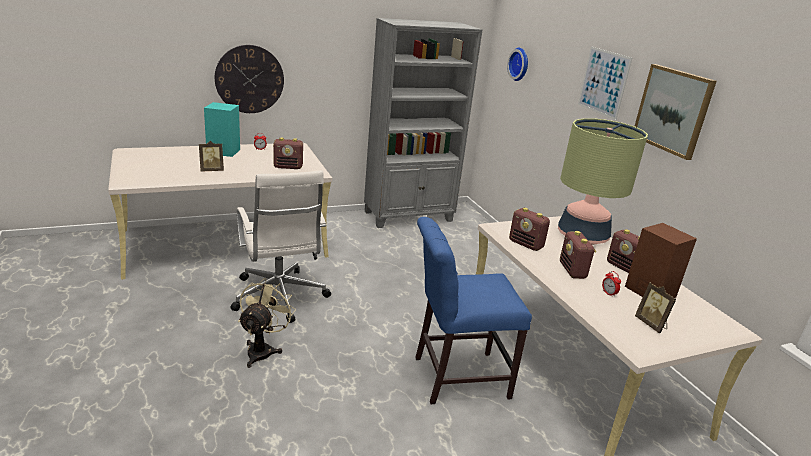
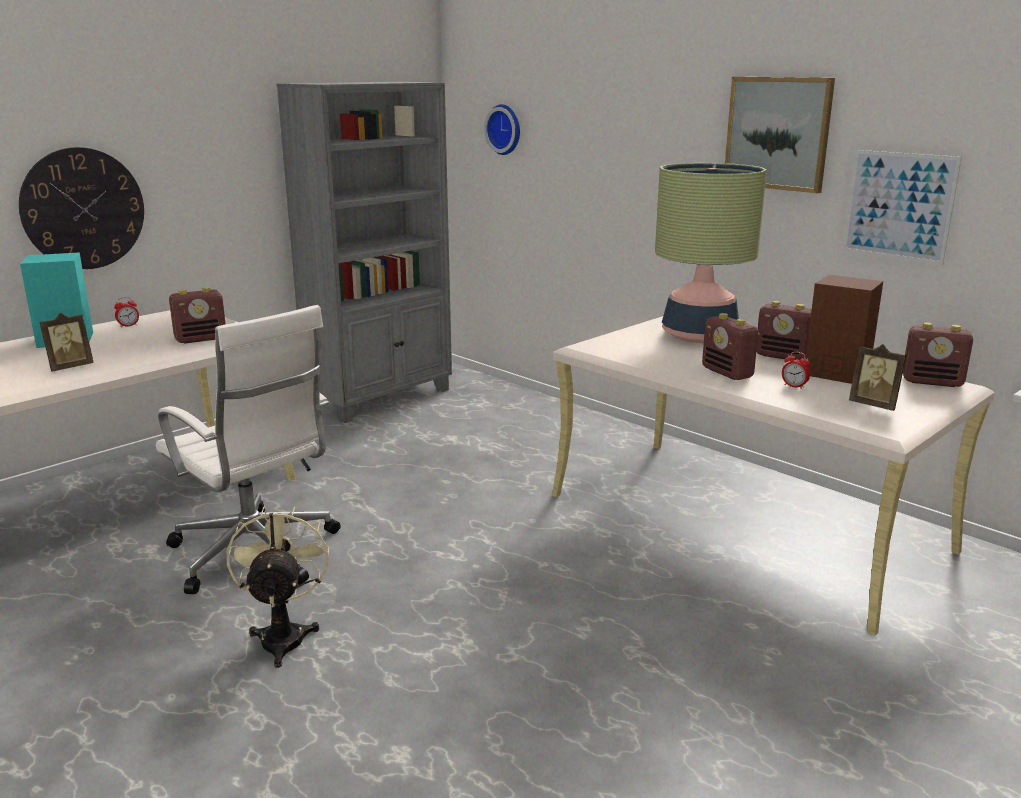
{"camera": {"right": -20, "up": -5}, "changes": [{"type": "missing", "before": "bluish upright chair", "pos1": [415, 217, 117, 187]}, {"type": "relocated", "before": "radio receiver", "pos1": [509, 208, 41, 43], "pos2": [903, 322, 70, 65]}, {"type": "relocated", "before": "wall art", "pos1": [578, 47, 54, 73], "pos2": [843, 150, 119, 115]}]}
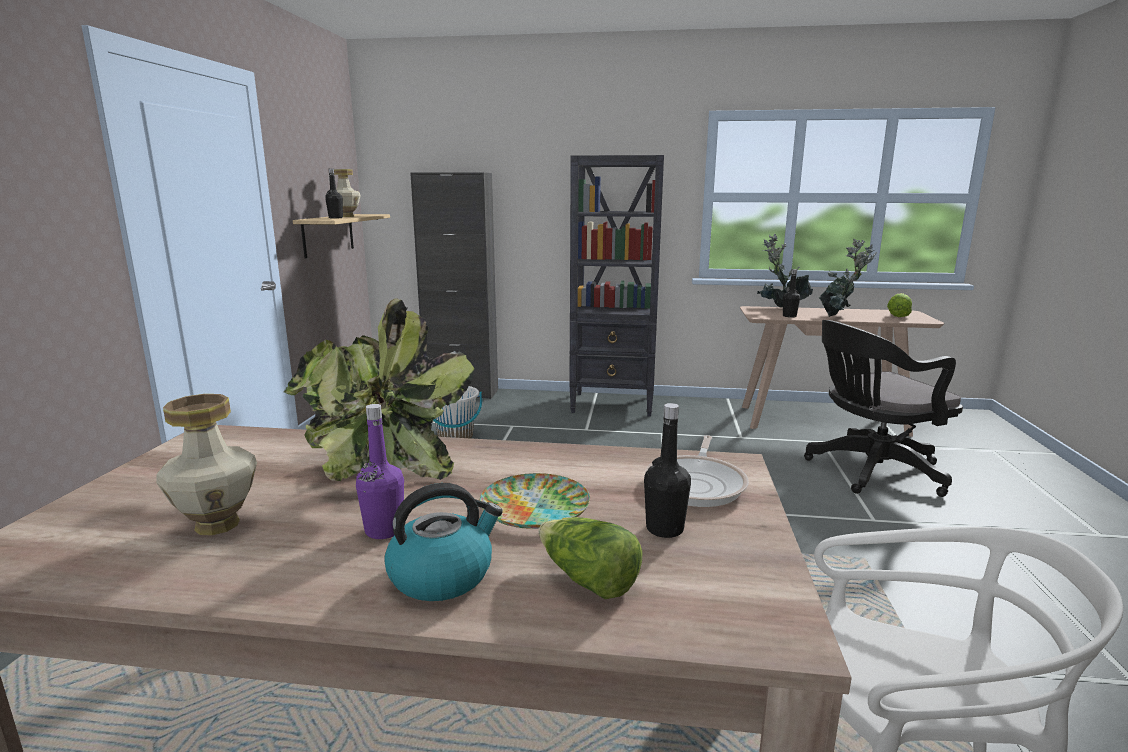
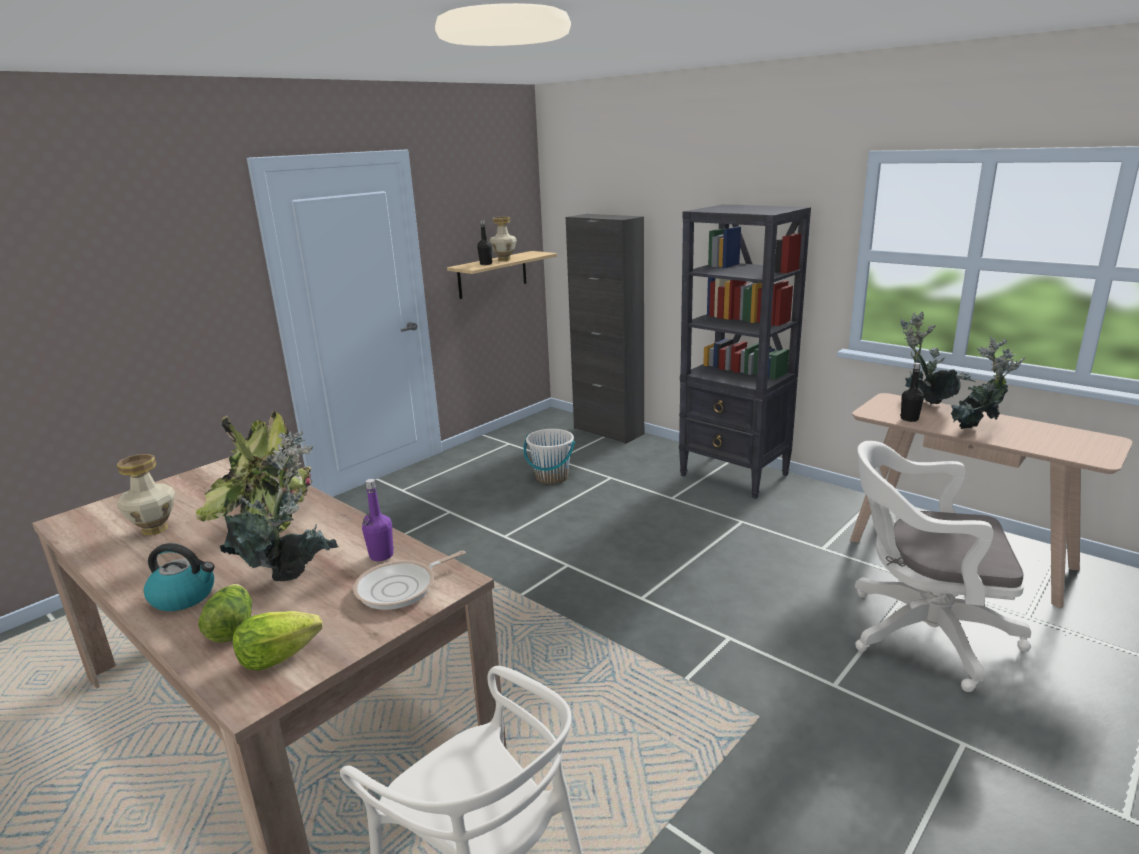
{"camera": {"right": 35, "up": 5}, "changes": [{"type": "missing", "before": "black-coloured drink bottle", "pos1": [644, 403, 47, 135]}, {"type": "relocated", "before": "purple-coloured drink bottle", "pos1": [356, 404, 48, 135], "pos2": [362, 479, 32, 82]}, {"type": "relocated", "before": "lettuce head", "pos1": [887, 293, 25, 24], "pos2": [233, 611, 89, 60]}, {"type": "exchanged", "before": "plate", "after": "houseplant", "pos1": [480, 473, 110, 56], "pos2": [220, 431, 119, 150]}, {"type": "colour", "before": "black-coloured office chair", "after": "white office chair", "pos1": [804, 320, 159, 177], "pos2": [855, 441, 176, 251]}]}
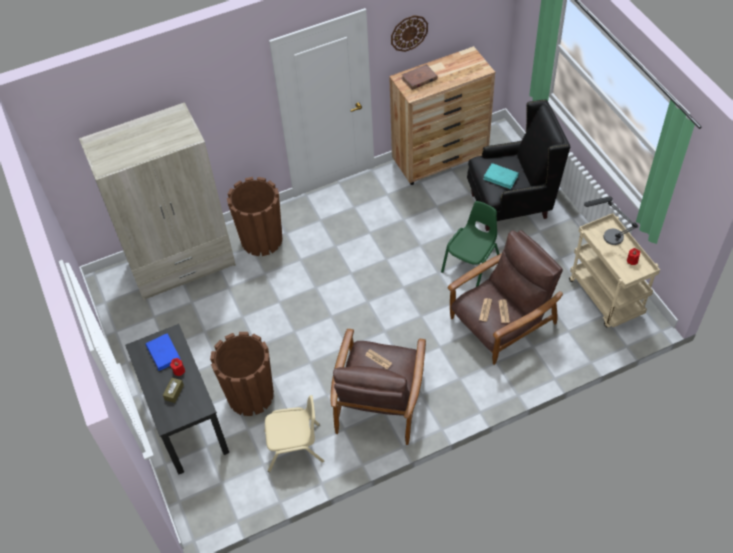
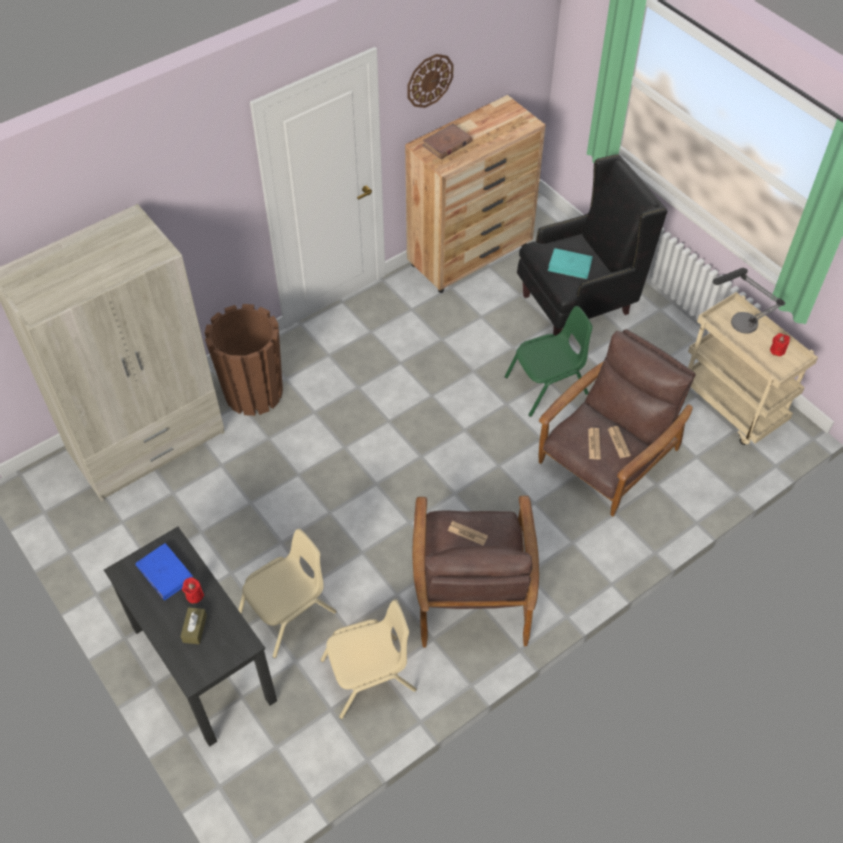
{"camera": {"right": -15, "up": 0}, "changes": [{"type": "exchanged", "before": "brown-coloured flower pot", "after": "beige-coloured upright chair", "pos1": [210, 332, 64, 84], "pos2": [239, 528, 98, 130]}, {"type": "spun", "before": "green upright chair", "pos1": [441, 201, 59, 86], "pos2": [505, 306, 88, 111], "turn": 45}]}
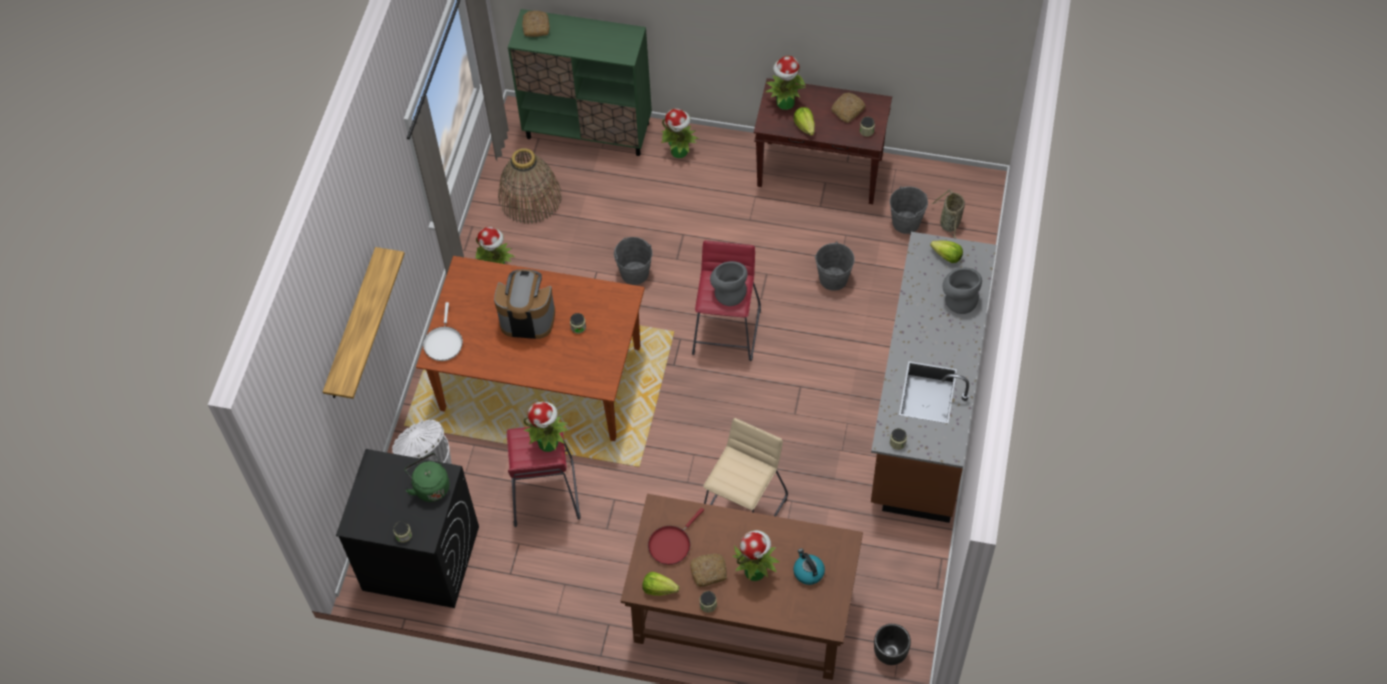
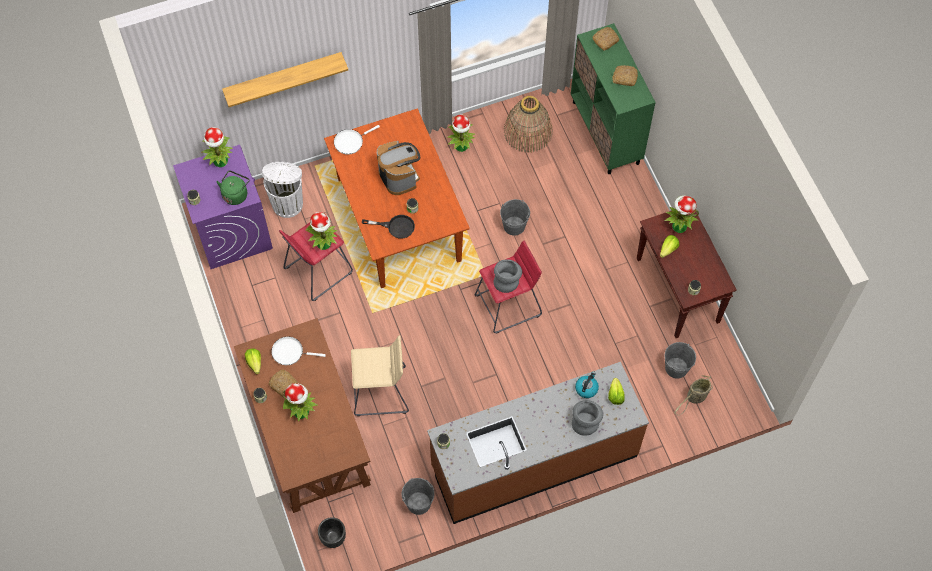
{"camera": {"right": 55, "up": 5}, "changes": [{"type": "appeared", "after": "black-coloured pan", "pos2": [362, 215, 53, 24]}, {"type": "relocated", "before": "houseplant", "pos1": [661, 108, 38, 50], "pos2": [202, 127, 31, 40]}, {"type": "relocated", "before": "kettle", "pos1": [793, 548, 32, 37], "pos2": [575, 371, 24, 27]}, {"type": "relocated", "before": "greyish pail", "pos1": [815, 241, 40, 50], "pos2": [401, 478, 34, 37]}, {"type": "relocated", "before": "bakery bread", "pos1": [831, 93, 35, 30], "pos2": [612, 65, 26, 21]}, {"type": "colour", "before": "black-coloured laundry machine", "after": "purple-coloured laundry machine", "pos1": [336, 449, 143, 159], "pos2": [173, 145, 100, 124]}, {"type": "colour", "before": "reddish pan", "after": "white pan", "pos1": [648, 508, 56, 57], "pos2": [271, 337, 55, 28]}]}
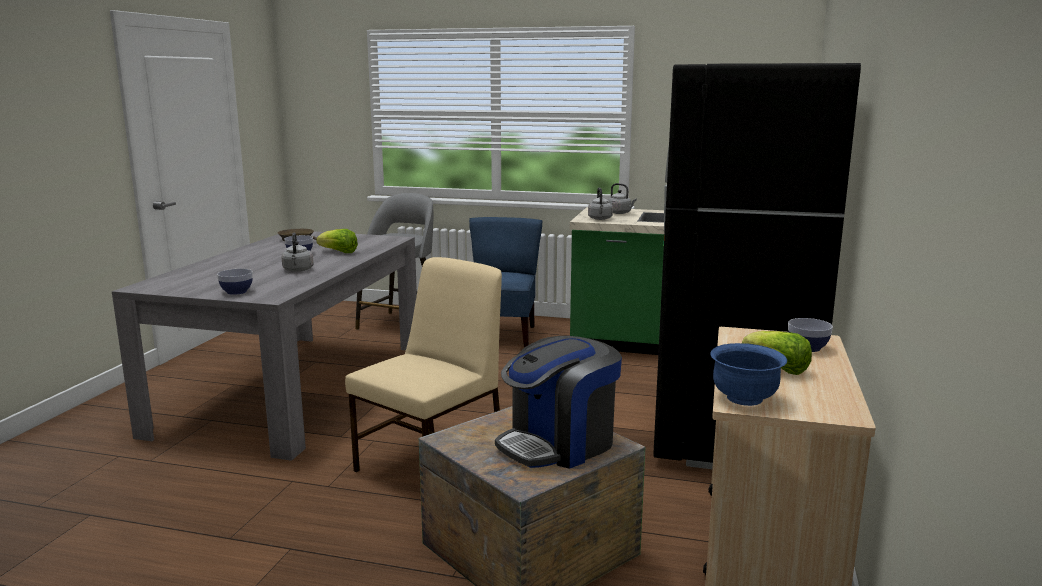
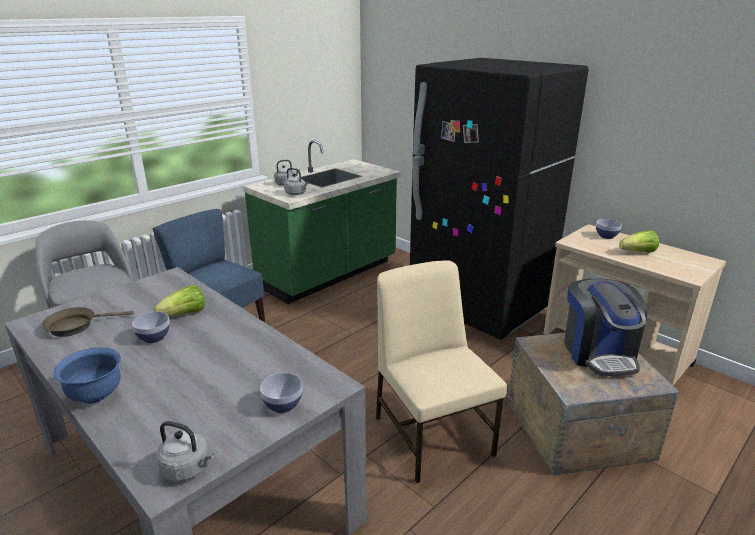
{"camera": {"right": -60, "up": 10}, "changes": [{"type": "relocated", "before": "greyish kettle", "pos1": [282, 233, 32, 39], "pos2": [156, 421, 58, 61]}, {"type": "relocated", "before": "bluish deep dish", "pos1": [710, 343, 77, 63], "pos2": [54, 347, 67, 57]}]}
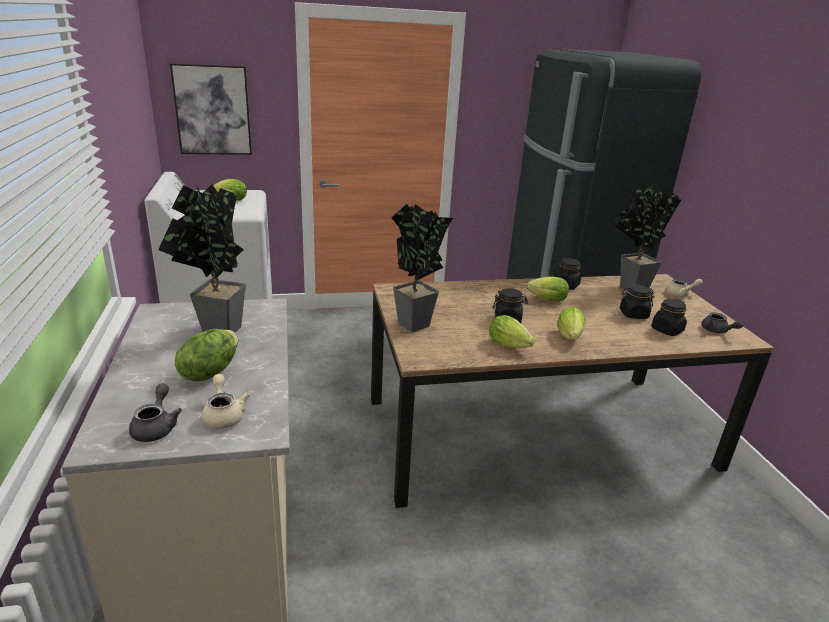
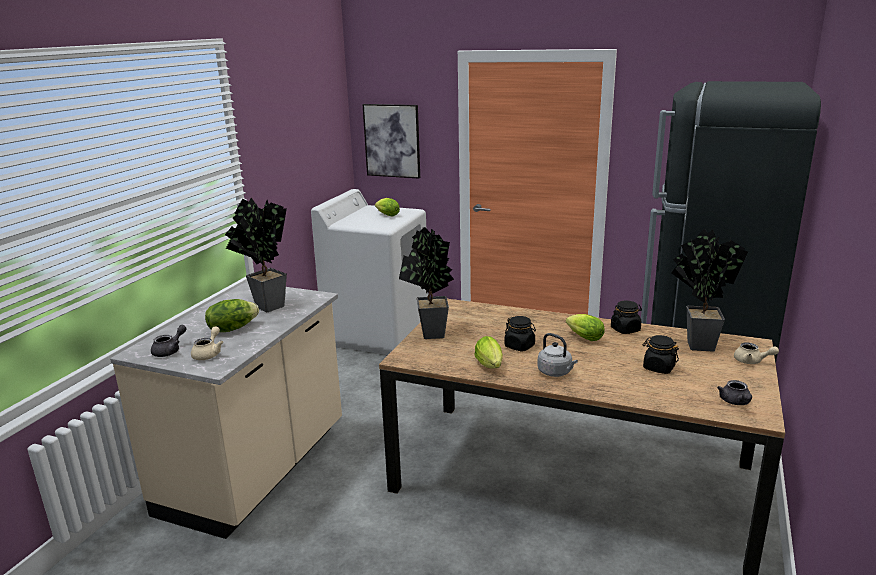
{"camera": {"right": 35, "up": -5}, "changes": [{"type": "missing", "before": "black-coloured preserve jar", "pos1": [651, 299, 36, 37]}, {"type": "exchanged", "before": "lettuce head", "after": "greyish kettle", "pos1": [557, 307, 28, 33], "pos2": [537, 333, 41, 44]}]}
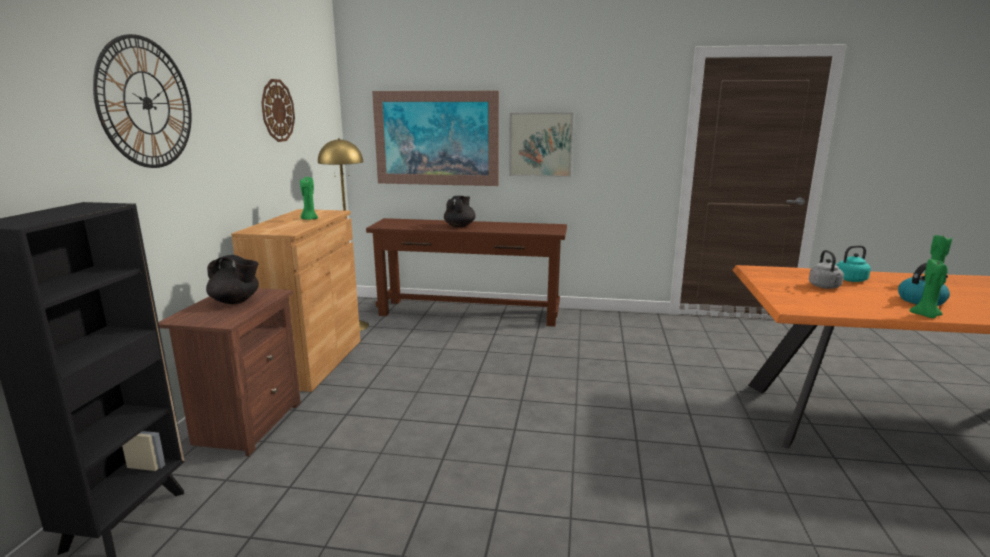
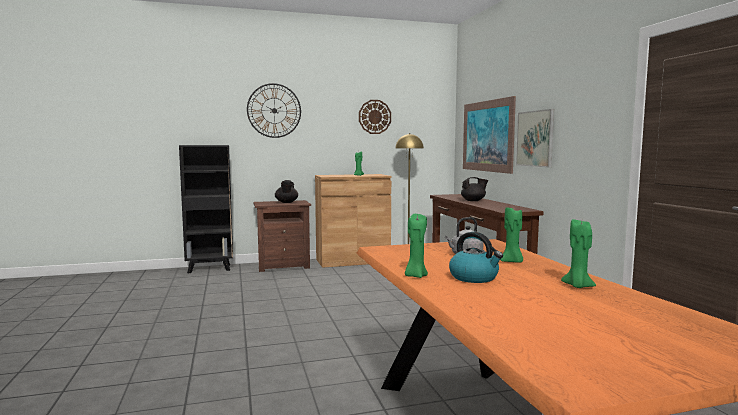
{"camera": {"right": 65, "up": -10}, "changes": [{"type": "exchanged", "before": "turquoise-coloured kettle", "after": "green candle", "pos1": [835, 245, 36, 37], "pos2": [501, 207, 22, 56]}]}
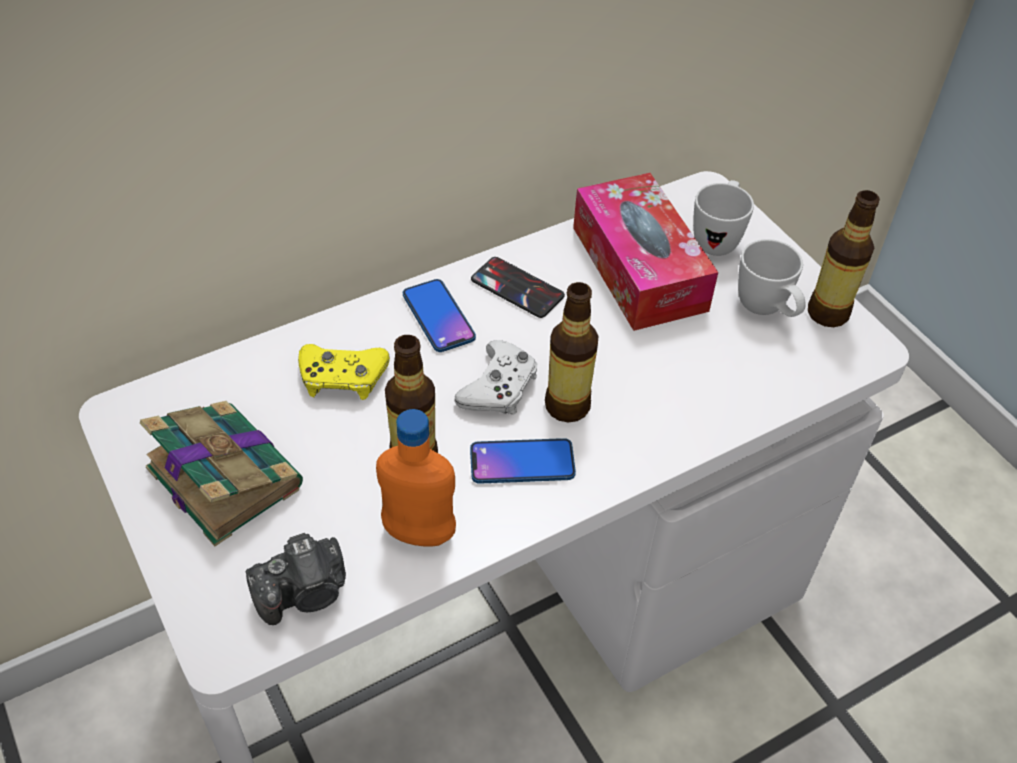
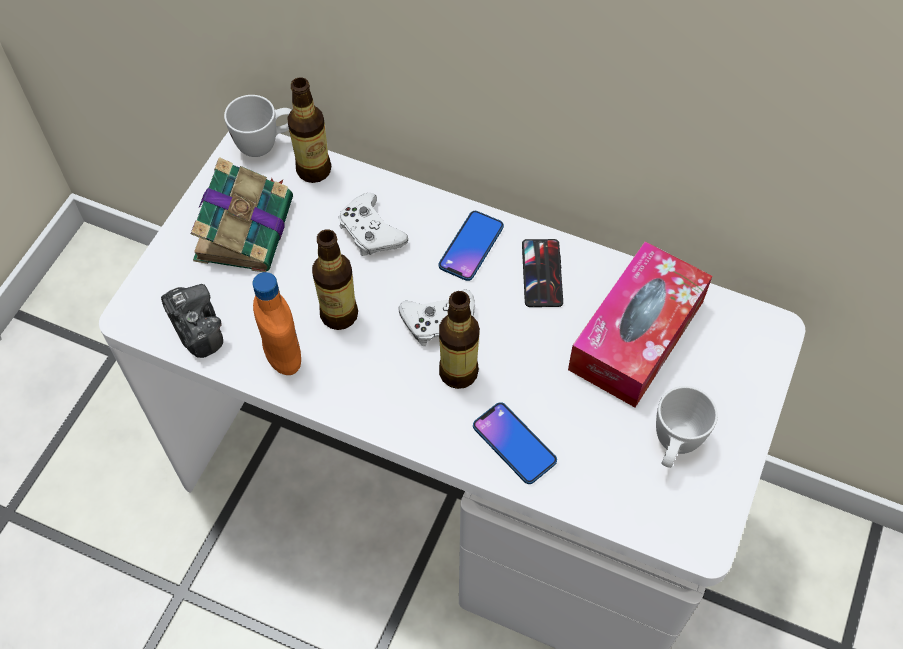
{"camera": {"right": 55, "up": 10}, "changes": [{"type": "relocated", "before": "phone", "pos1": [470, 438, 106, 46], "pos2": [473, 402, 84, 82]}, {"type": "relocated", "before": "white mug", "pos1": [693, 180, 61, 76], "pos2": [224, 95, 67, 62]}, {"type": "relocated", "before": "drink bottle", "pos1": [808, 190, 72, 137], "pos2": [288, 78, 43, 105]}, {"type": "colour", "before": "yellowish joypad", "after": "white joypad", "pos1": [298, 344, 92, 56], "pos2": [339, 193, 69, 63]}, {"type": "spun", "before": "photo camera", "pos1": [246, 533, 100, 92], "pos2": [161, 284, 62, 74], "turn": -150}]}
